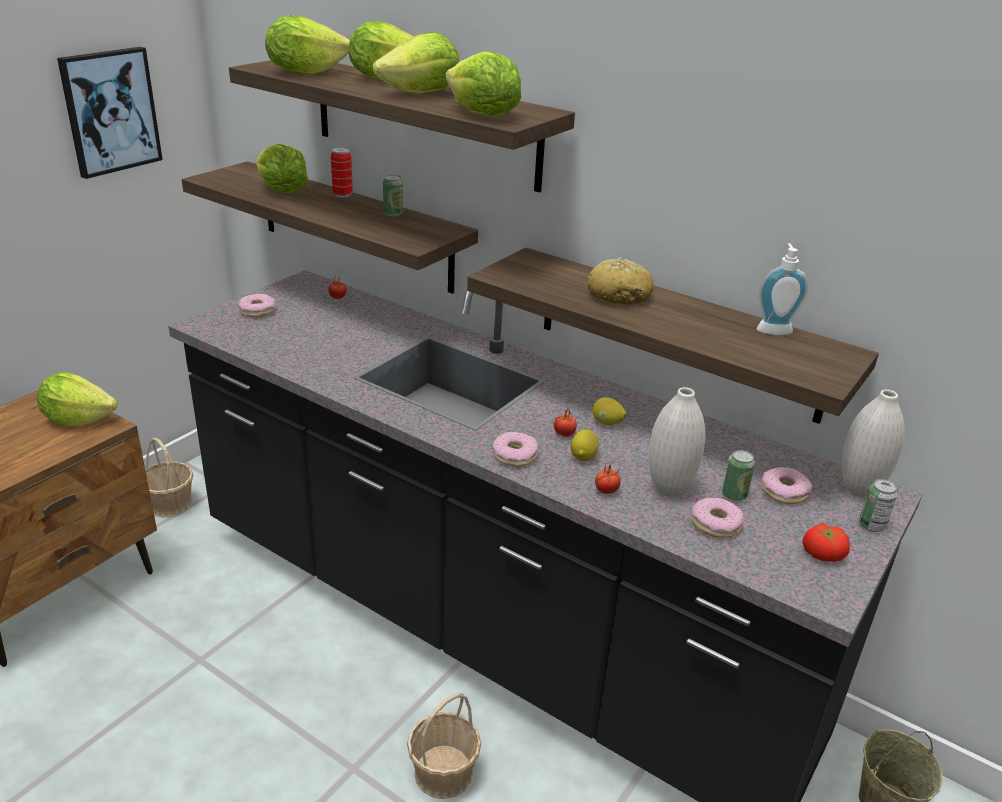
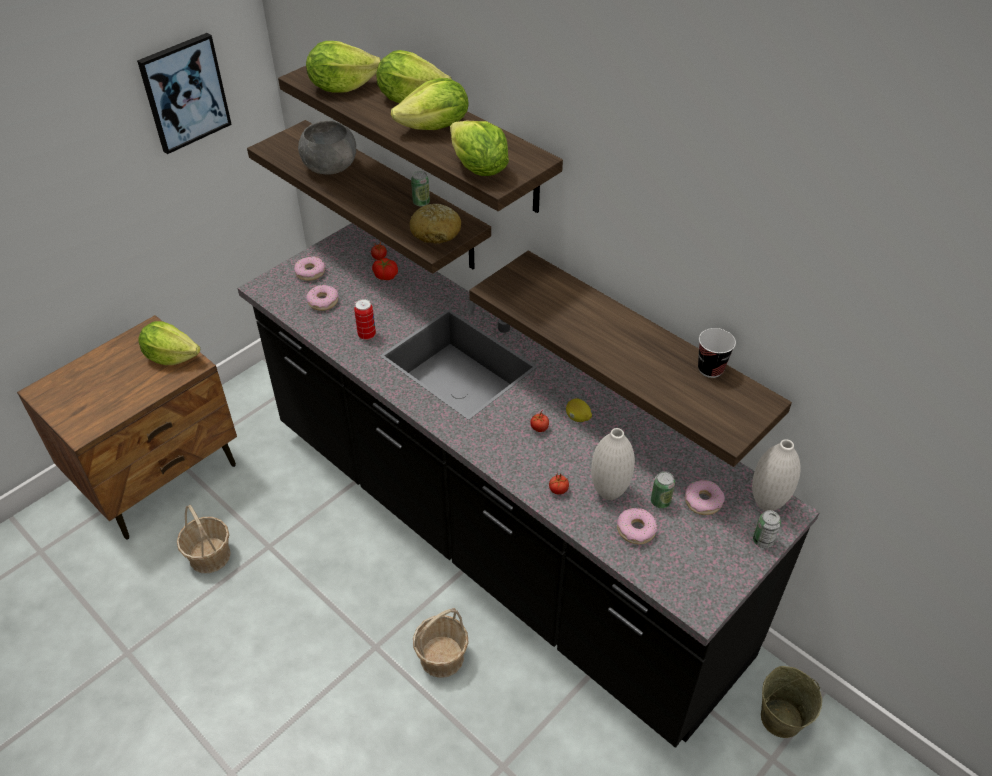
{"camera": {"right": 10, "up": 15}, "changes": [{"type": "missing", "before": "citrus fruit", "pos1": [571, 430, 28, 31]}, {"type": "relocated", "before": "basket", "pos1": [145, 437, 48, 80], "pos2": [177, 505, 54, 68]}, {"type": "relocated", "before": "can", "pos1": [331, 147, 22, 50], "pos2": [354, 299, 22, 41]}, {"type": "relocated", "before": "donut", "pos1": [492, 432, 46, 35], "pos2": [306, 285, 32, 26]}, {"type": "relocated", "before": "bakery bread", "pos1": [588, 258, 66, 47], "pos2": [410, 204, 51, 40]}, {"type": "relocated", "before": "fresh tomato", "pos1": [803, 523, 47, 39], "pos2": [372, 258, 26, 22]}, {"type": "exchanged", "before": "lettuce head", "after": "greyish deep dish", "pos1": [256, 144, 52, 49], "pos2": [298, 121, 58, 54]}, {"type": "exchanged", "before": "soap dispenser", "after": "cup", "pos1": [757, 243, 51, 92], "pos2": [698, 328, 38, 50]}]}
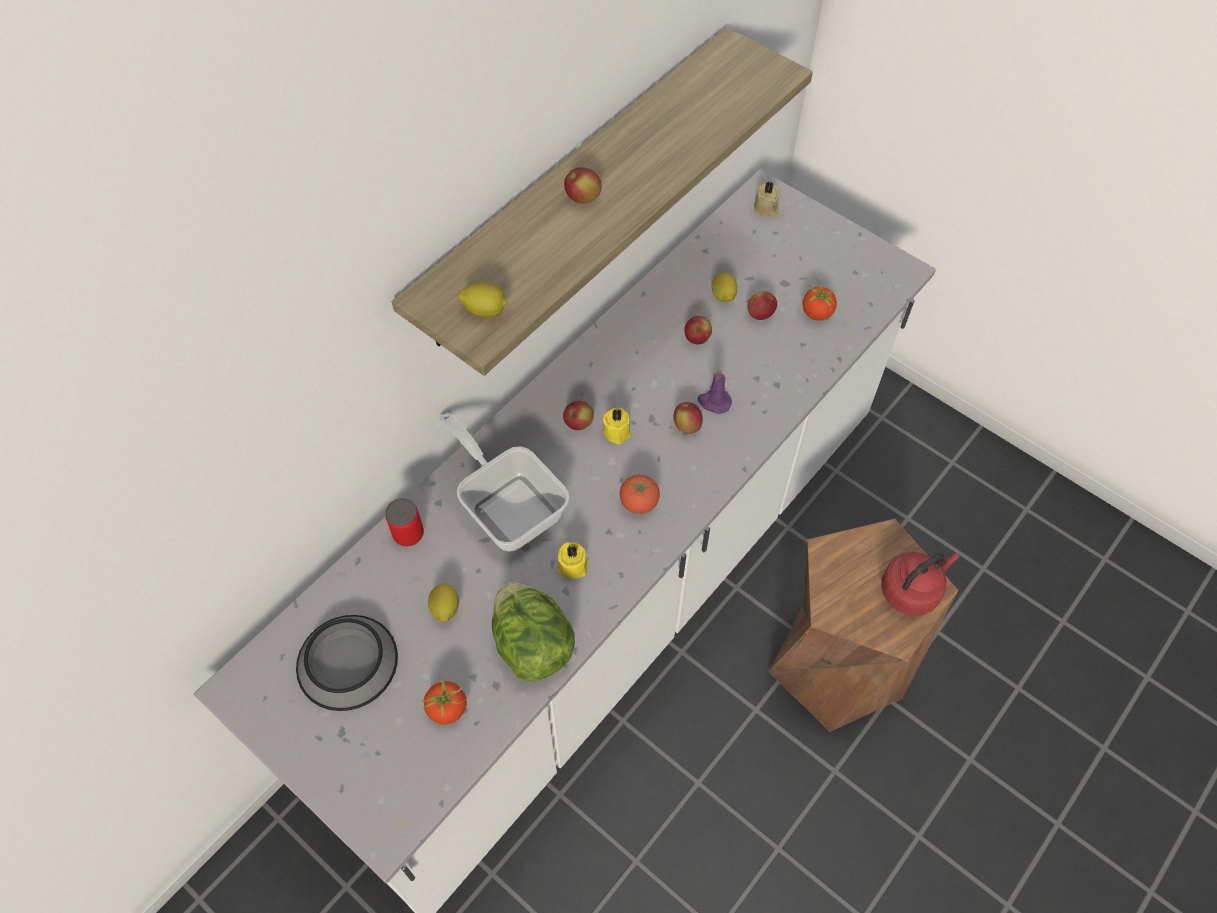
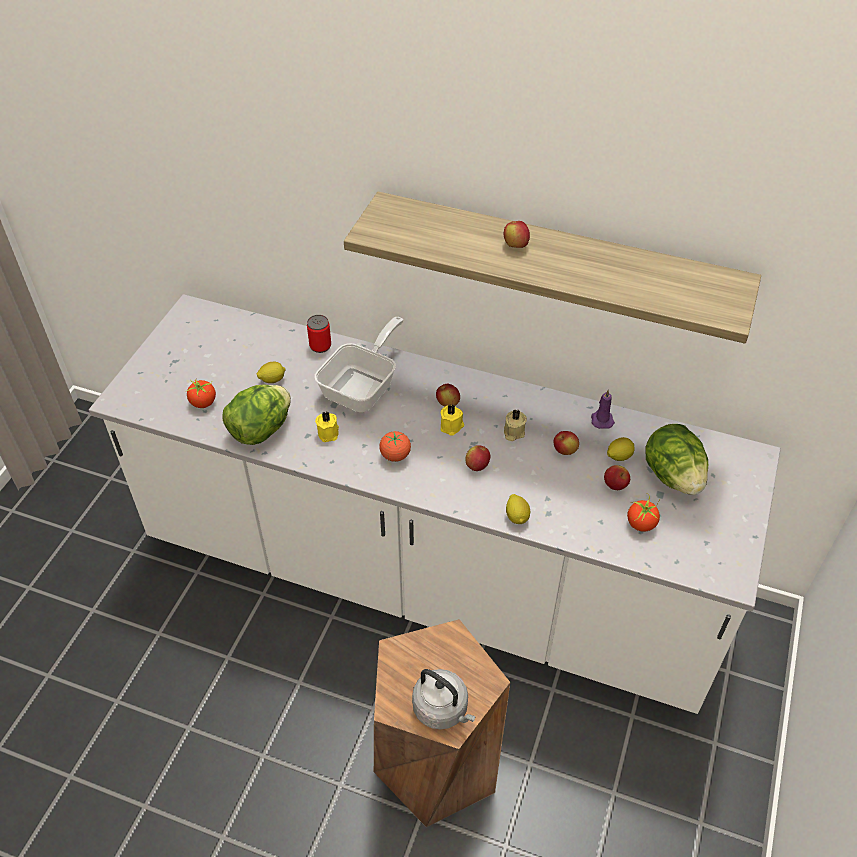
{"camera": {"right": 70, "up": -10}, "changes": [{"type": "missing", "before": "deep dish", "pos1": [296, 615, 102, 96]}, {"type": "appeared", "after": "lettuce head", "pos2": [645, 424, 63, 71]}, {"type": "relocated", "before": "citrus fruit", "pos1": [459, 282, 49, 36], "pos2": [506, 494, 24, 30]}, {"type": "relocated", "before": "purple-coloured candle", "pos1": [698, 369, 34, 45], "pos2": [591, 389, 24, 40]}, {"type": "relocated", "before": "beige-coloured candle", "pos1": [754, 182, 26, 35], "pos2": [504, 409, 23, 32]}, {"type": "colour", "before": "reddish kettle", "after": "greyish kettle", "pos1": [881, 552, 79, 64], "pos2": [412, 669, 64, 60]}]}
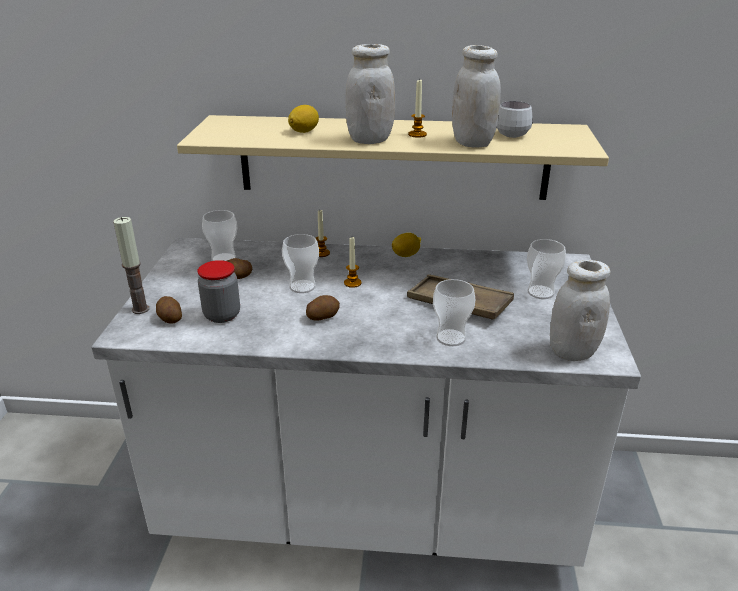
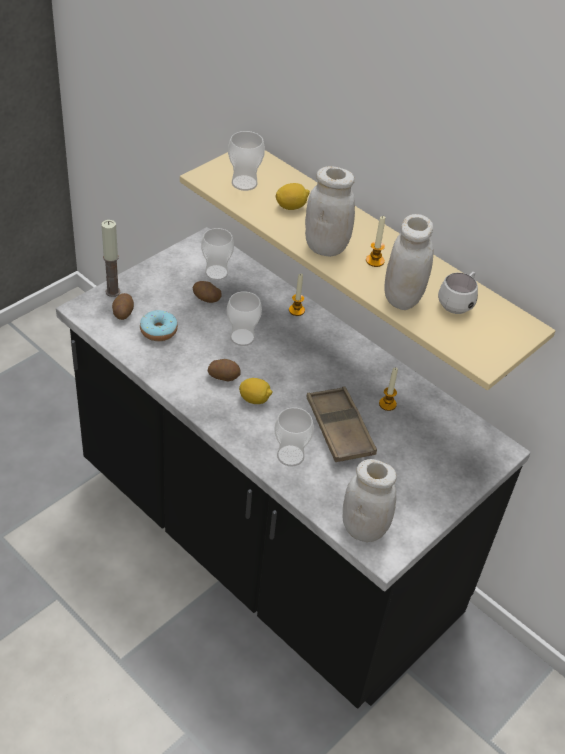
{"camera": {"right": 35, "up": 15}, "changes": [{"type": "relocated", "before": "candle", "pos1": [344, 237, 18, 51], "pos2": [379, 368, 19, 43]}, {"type": "relocated", "before": "citrus fruit", "pos1": [392, 233, 29, 24], "pos2": [239, 378, 34, 26]}, {"type": "relocated", "before": "cup", "pos1": [527, 239, 39, 60], "pos2": [228, 131, 37, 60]}, {"type": "exchanged", "before": "preserve jar", "after": "donut", "pos1": [198, 260, 42, 63], "pos2": [140, 310, 38, 31]}, {"type": "colour", "before": "white kitchen base unit", "after": "black-coloured kitchen base unit", "pos1": [91, 238, 550, 329], "pos2": [56, 227, 475, 482]}]}
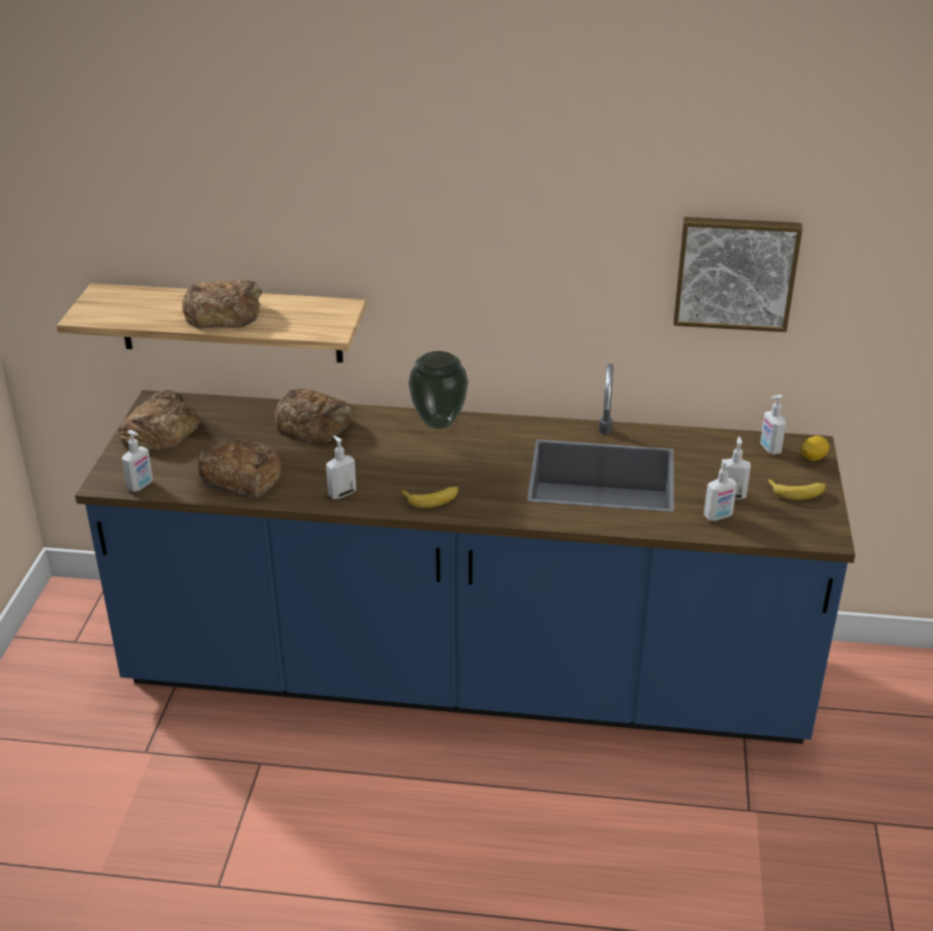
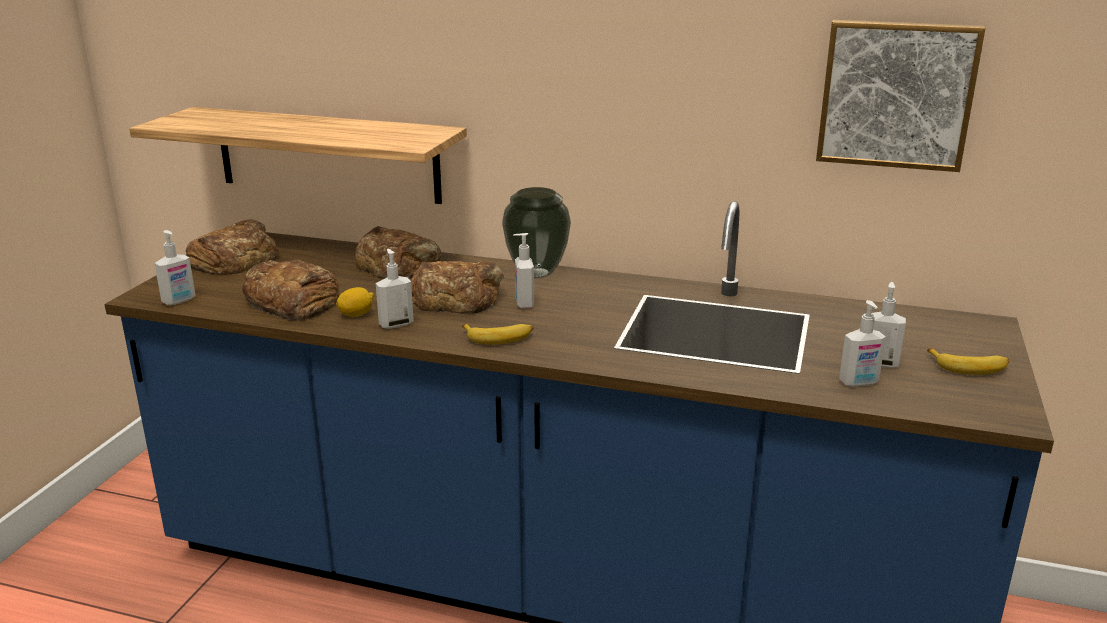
{"camera": {"right": 10, "up": -10}, "changes": [{"type": "relocated", "before": "bakery bread", "pos1": [182, 280, 80, 48], "pos2": [411, 261, 93, 53]}, {"type": "relocated", "before": "soap dispenser", "pos1": [761, 395, 25, 60], "pos2": [513, 233, 21, 76]}, {"type": "relocated", "before": "citrus fruit", "pos1": [801, 436, 28, 25], "pos2": [336, 287, 38, 30]}]}
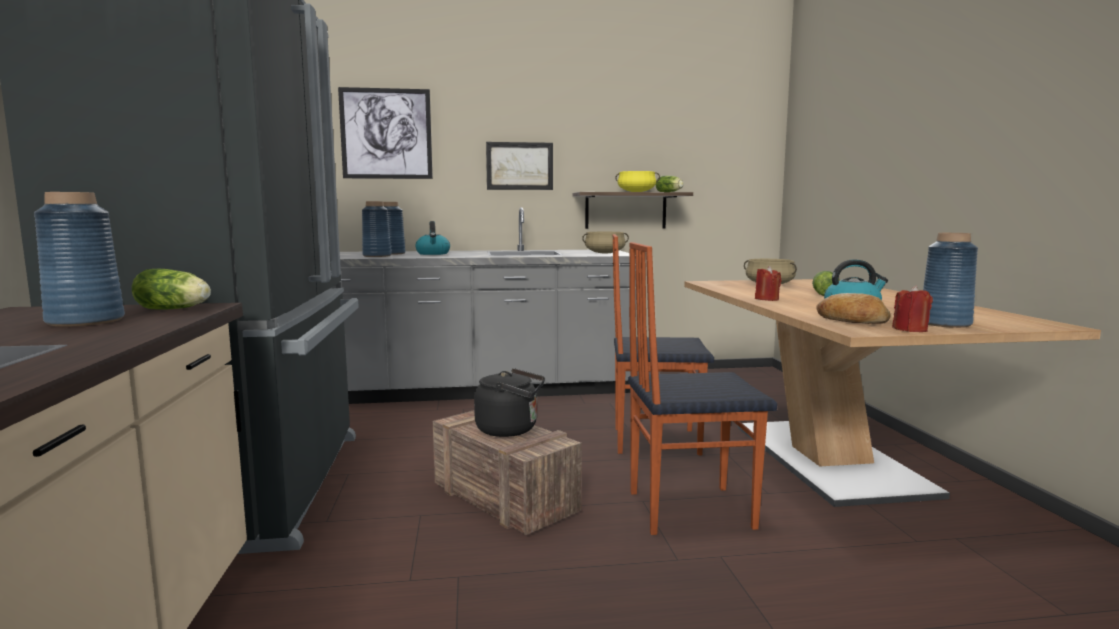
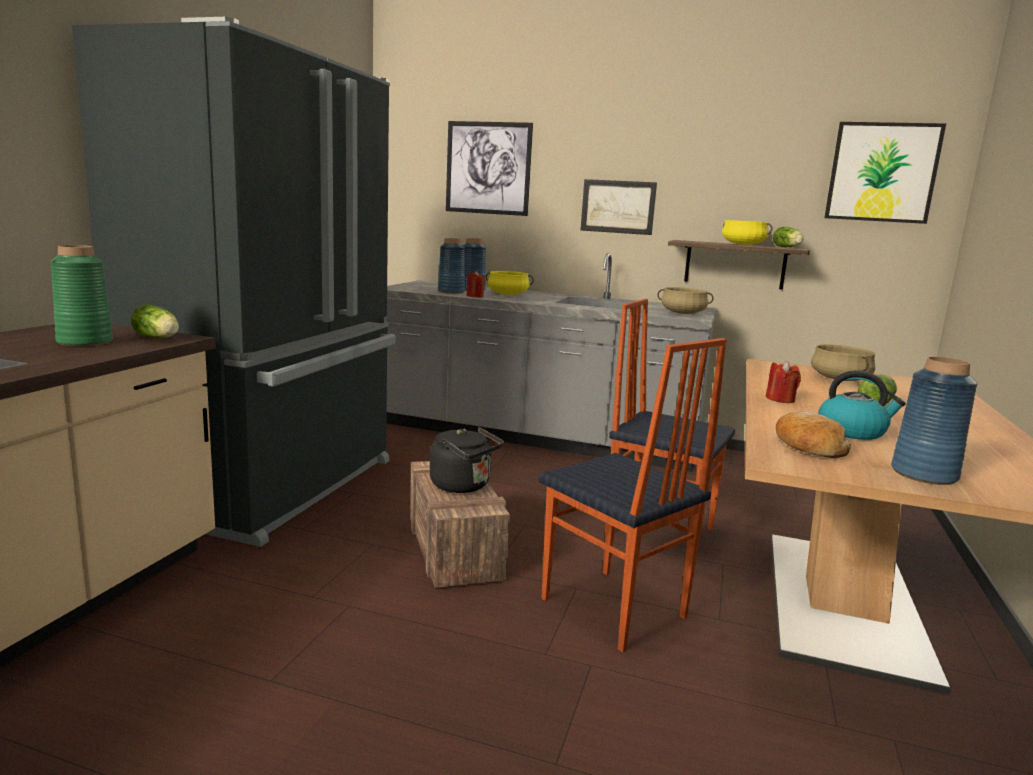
{"camera": {"right": 25, "up": 5}, "changes": [{"type": "appeared", "after": "wall art", "pos2": [824, 122, 122, 102]}, {"type": "relocated", "before": "reddish candle", "pos1": [892, 285, 41, 47], "pos2": [466, 271, 19, 27]}, {"type": "exchanged", "before": "kettle", "after": "yellowish cooking pot", "pos1": [415, 221, 35, 34], "pos2": [486, 271, 48, 24]}, {"type": "colour", "before": "bluish decorative vase", "after": "green decorative vase", "pos1": [34, 192, 91, 135], "pos2": [50, 245, 63, 102]}, {"type": "spun", "before": "upright chair", "pos1": [628, 242, 150, 293], "pos2": [538, 338, 189, 315], "turn": -150}]}
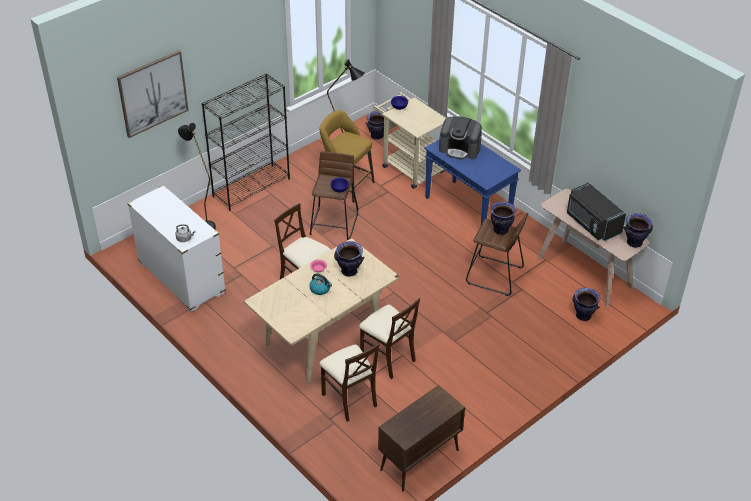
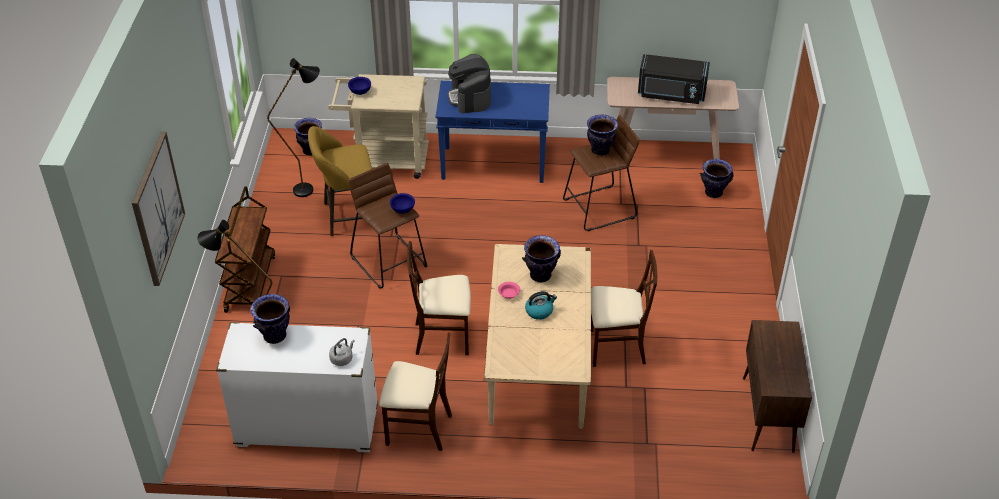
{"camera": {"right": -45, "up": 0}, "changes": [{"type": "relocated", "before": "beige-coloured upright chair", "pos1": [319, 343, 61, 79], "pos2": [379, 333, 73, 118]}, {"type": "relocated", "before": "decorative vase", "pos1": [623, 213, 30, 35], "pos2": [250, 294, 40, 50]}, {"type": "exchanged", "before": "black-coloured bookcase", "after": "brown-coloured wheeled cart", "pos1": [202, 73, 88, 138], "pos2": [215, 186, 60, 127]}, {"type": "spun", "before": "coffee brewer", "pos1": [439, 116, 43, 43], "pos2": [447, 54, 44, 59], "turn": 105}]}
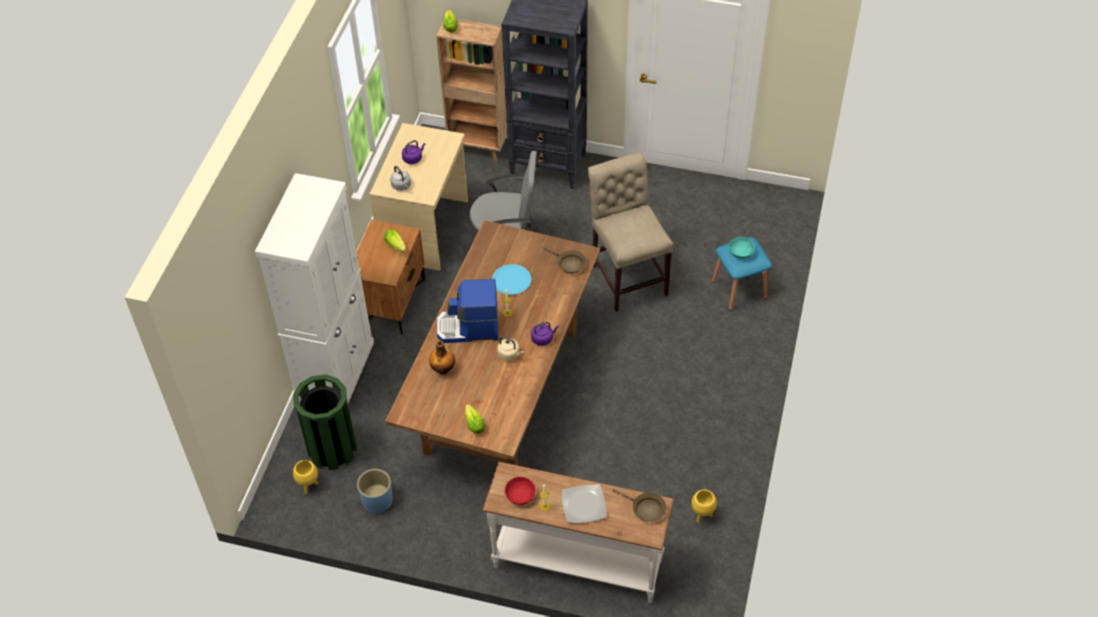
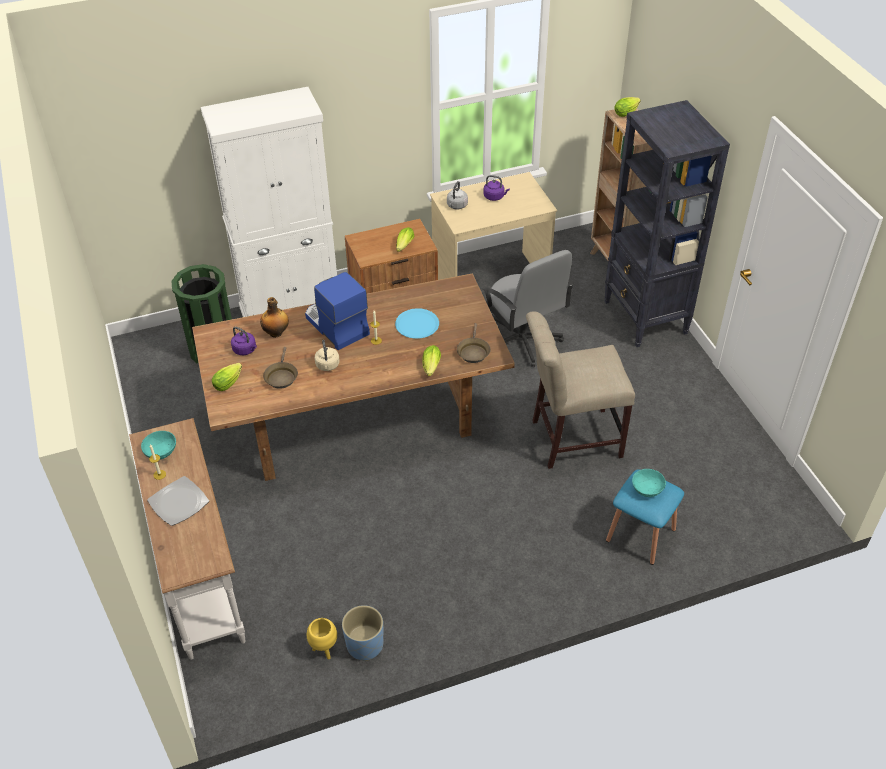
{"camera": {"right": 55, "up": -5}, "changes": [{"type": "missing", "before": "yellowish flower pot", "pos1": [293, 460, 26, 34]}, {"type": "appeared", "after": "lettuce head", "pos2": [422, 345, 19, 31]}, {"type": "relocated", "before": "bluish flower pot", "pos1": [357, 469, 36, 44], "pos2": [342, 605, 41, 56]}, {"type": "relocated", "before": "purple-coloured kettle", "pos1": [531, 322, 28, 24], "pos2": [231, 327, 26, 28]}, {"type": "relocated", "before": "brown-coloured pan", "pos1": [612, 489, 54, 33], "pos2": [263, 347, 35, 42]}, {"type": "colour", "before": "reddish deep dish", "after": "turquoise-coloured deep dish", "pos1": [505, 477, 31, 28], "pos2": [141, 431, 35, 28]}, {"type": "spun", "before": "beige-coloured upright chair", "pos1": [588, 152, 85, 160], "pos2": [526, 311, 109, 158], "turn": -135}]}
